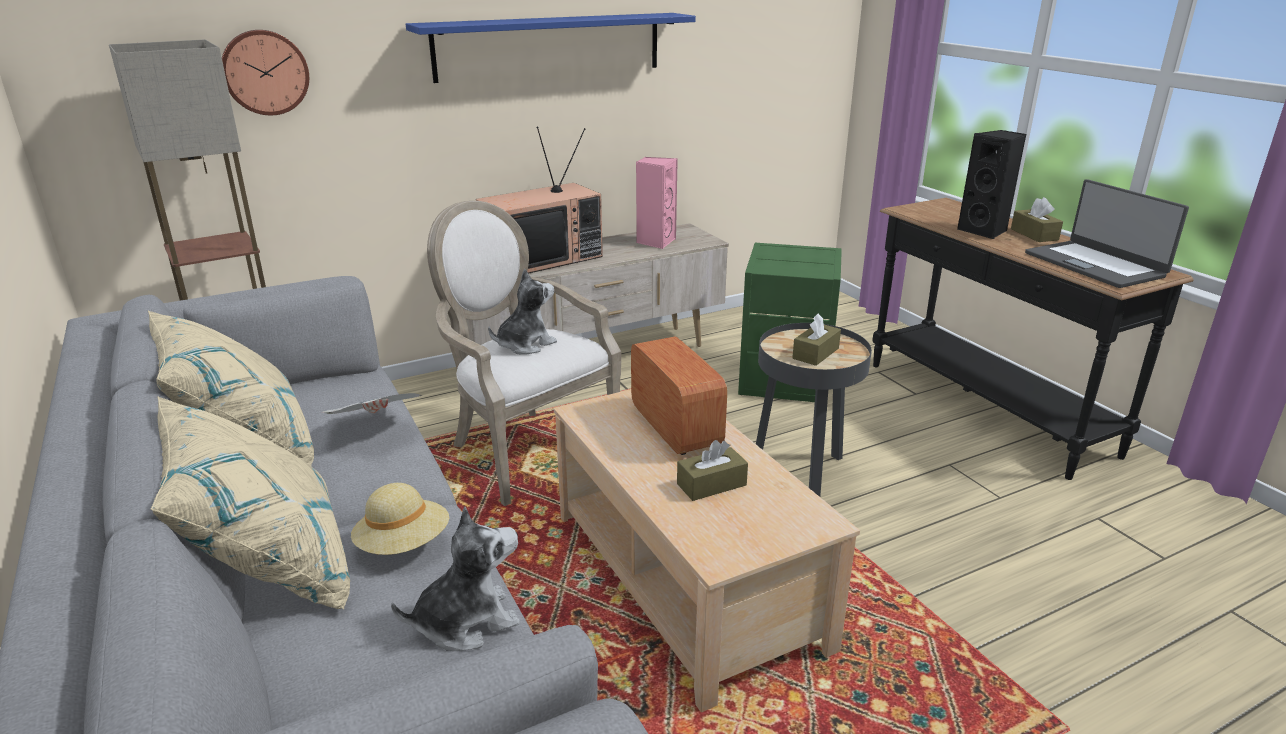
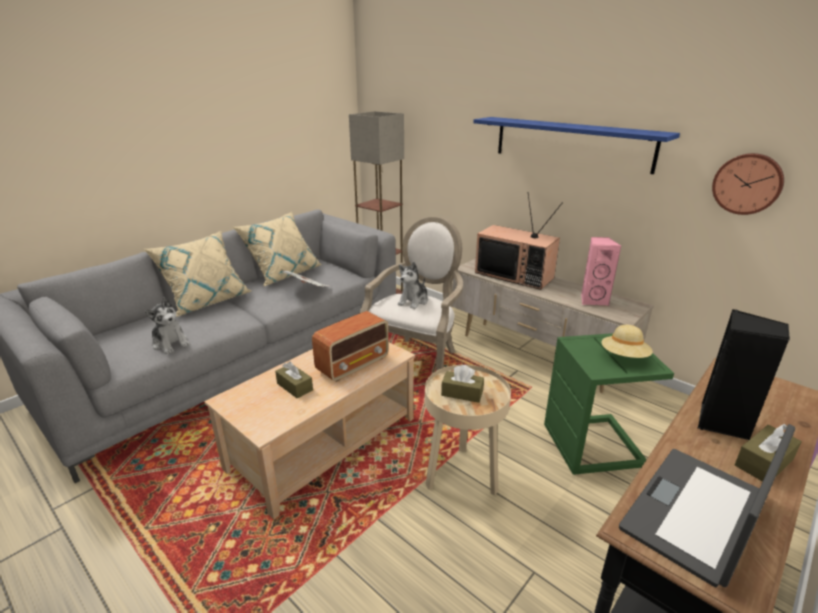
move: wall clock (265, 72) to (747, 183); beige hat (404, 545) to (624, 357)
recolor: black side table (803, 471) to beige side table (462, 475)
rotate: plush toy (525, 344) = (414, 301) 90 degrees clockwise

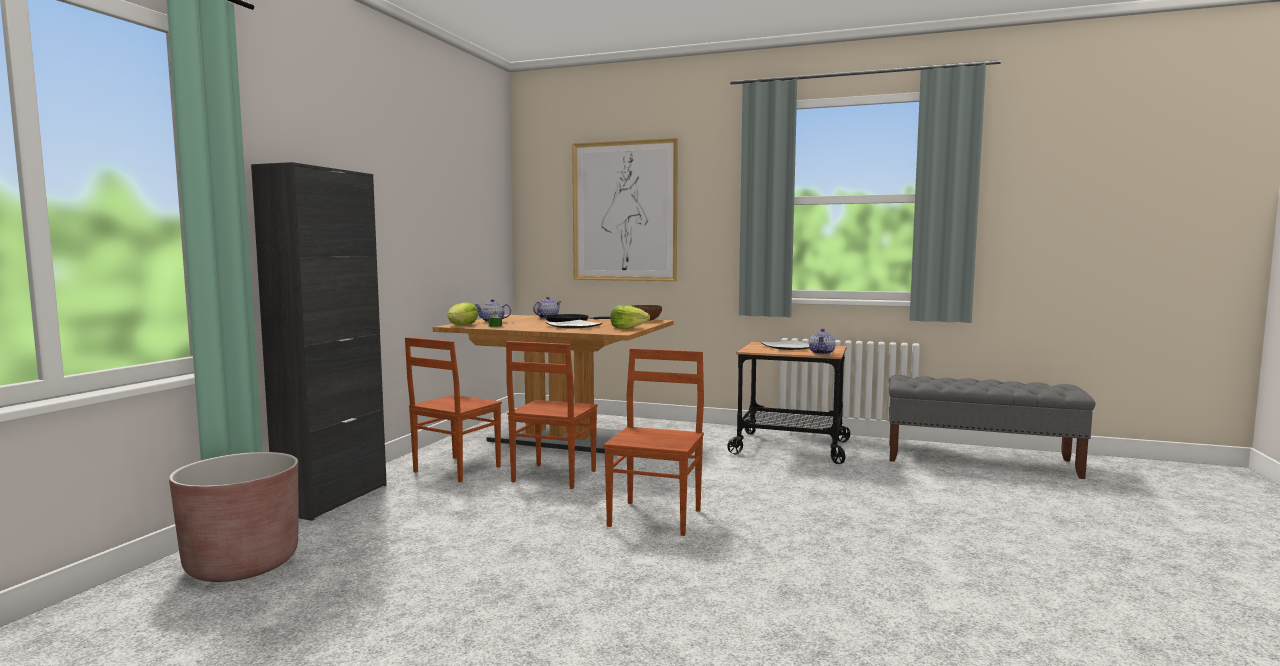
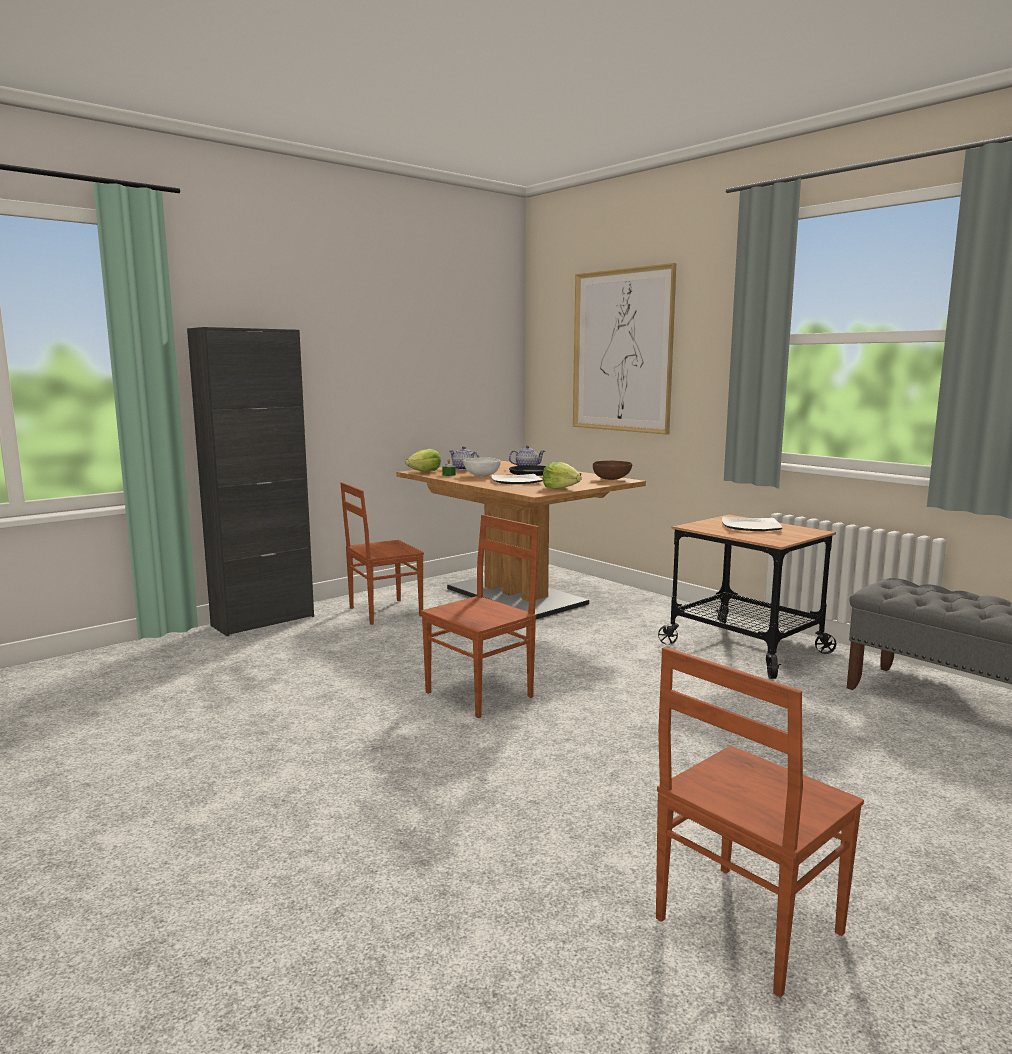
delete: teapot (822, 353); brown planter (242, 564)
insert: white bowl (481, 475)
move: brown chair (552, 476) to (744, 926)

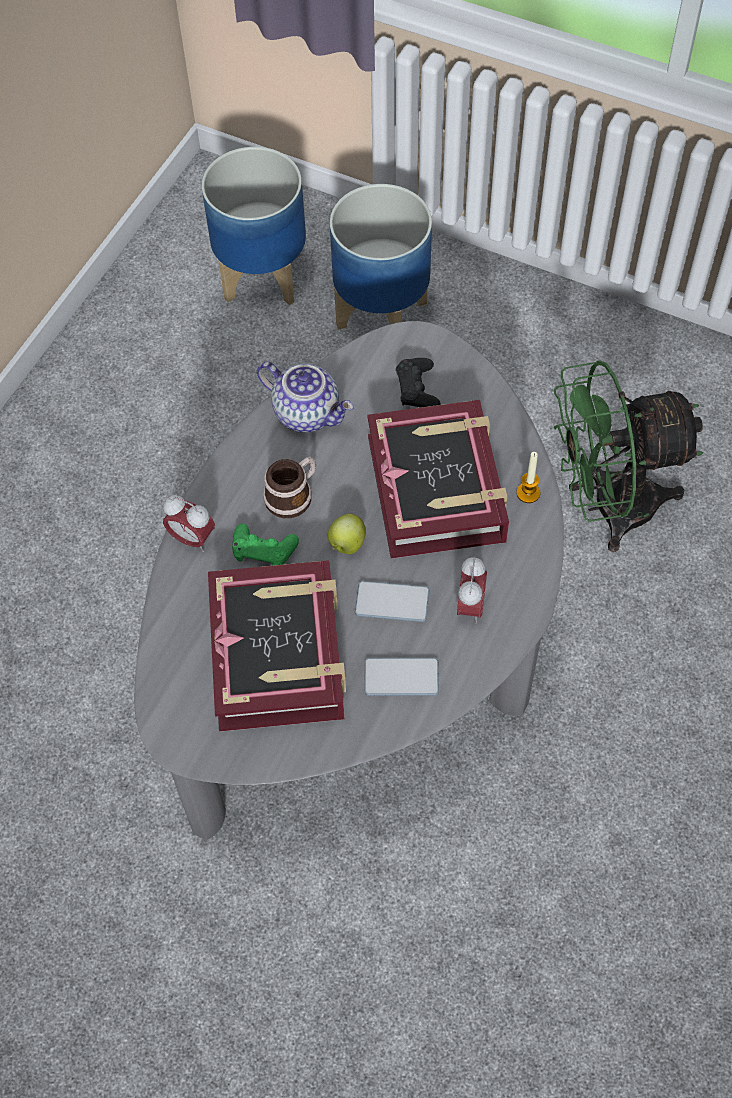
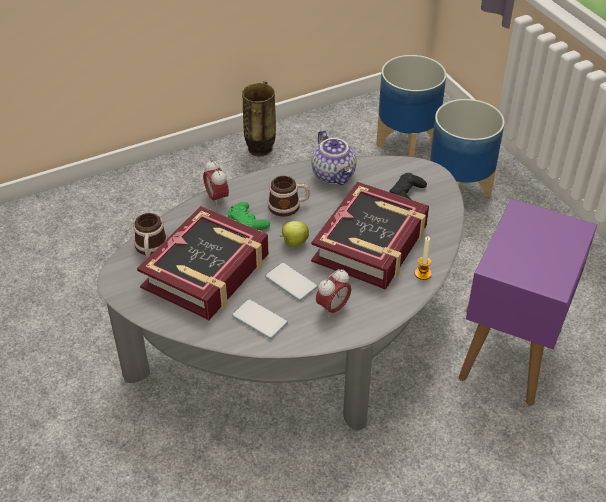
insert: vase (260, 149); mug (151, 249)
replace: green fan (607, 507) to purple side table (510, 355)

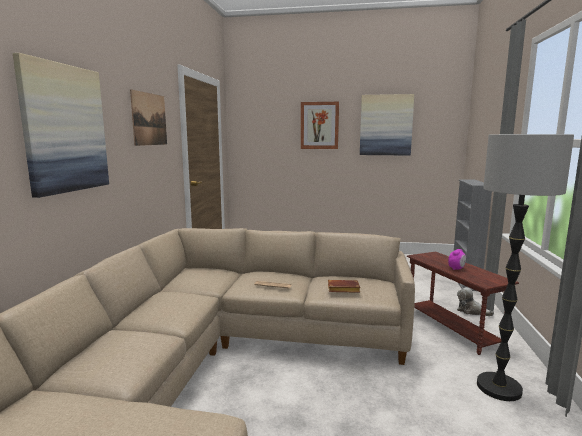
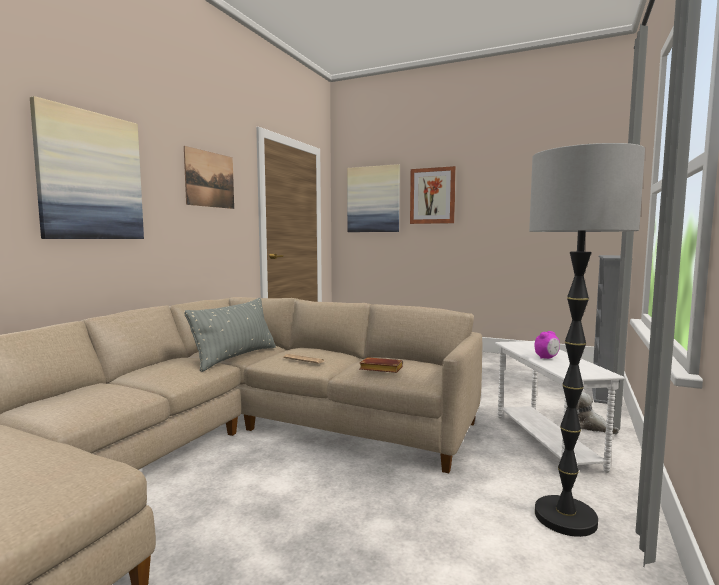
insert: grey pillow (235, 357)
move: picture (386, 125) to (373, 199)
recolor: brown side table (452, 328) to white side table (546, 441)

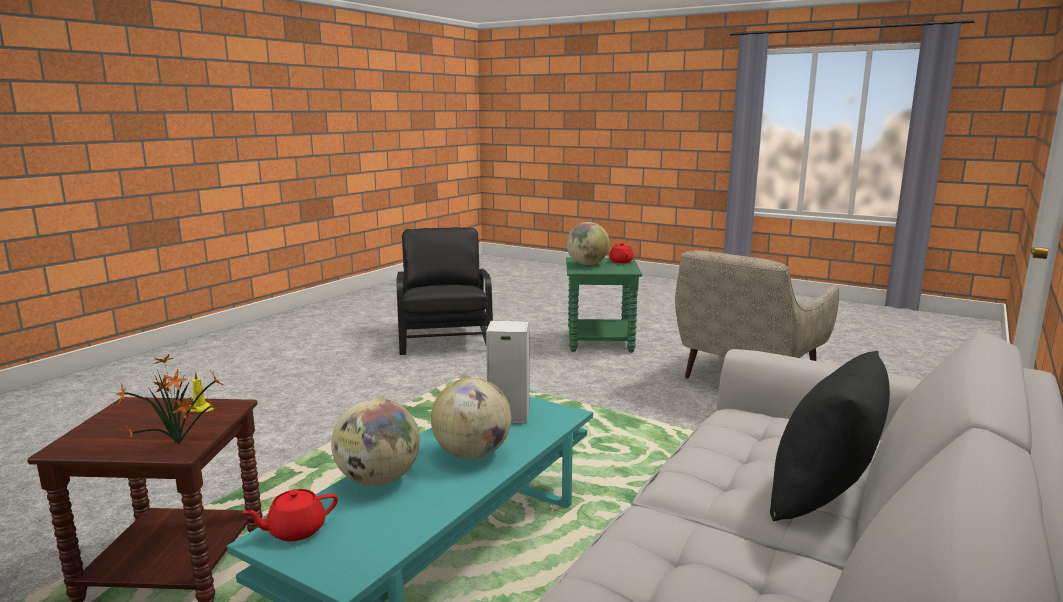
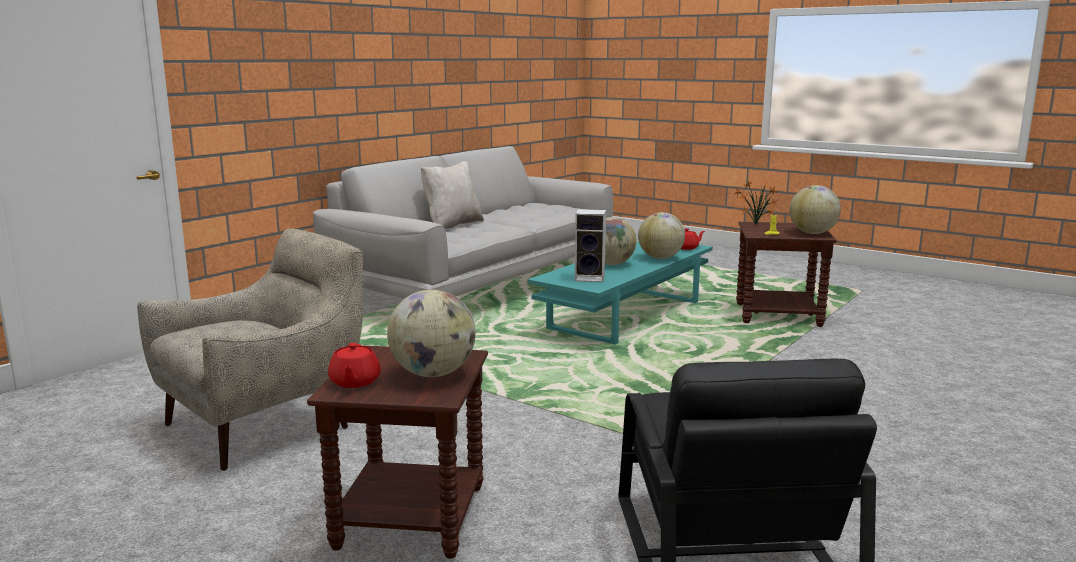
insert: globe (812, 233)
recolor: green side table (599, 341) to brown side table (412, 518); black pillow (823, 497) to beige pillow (452, 225)

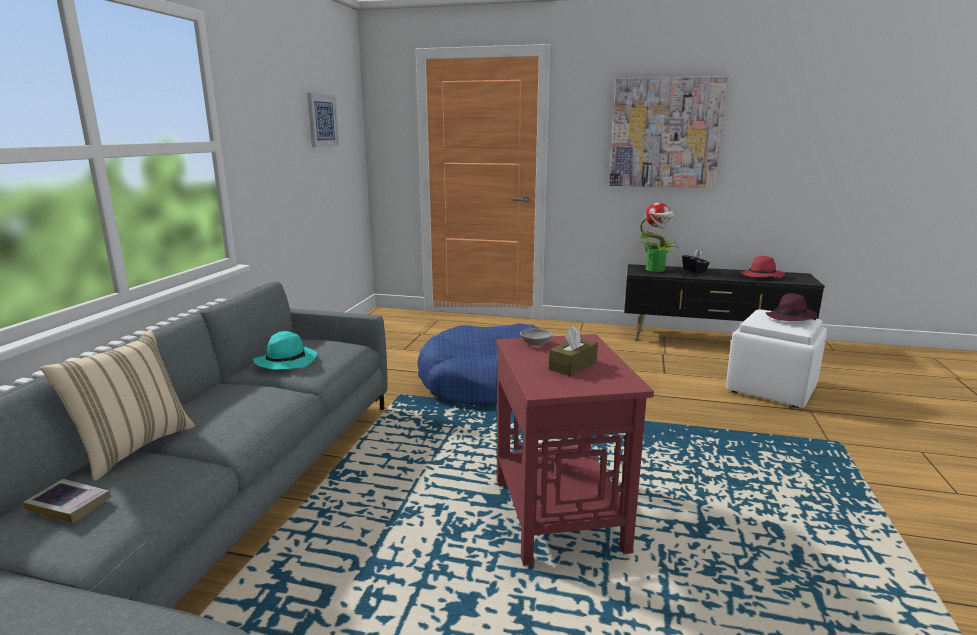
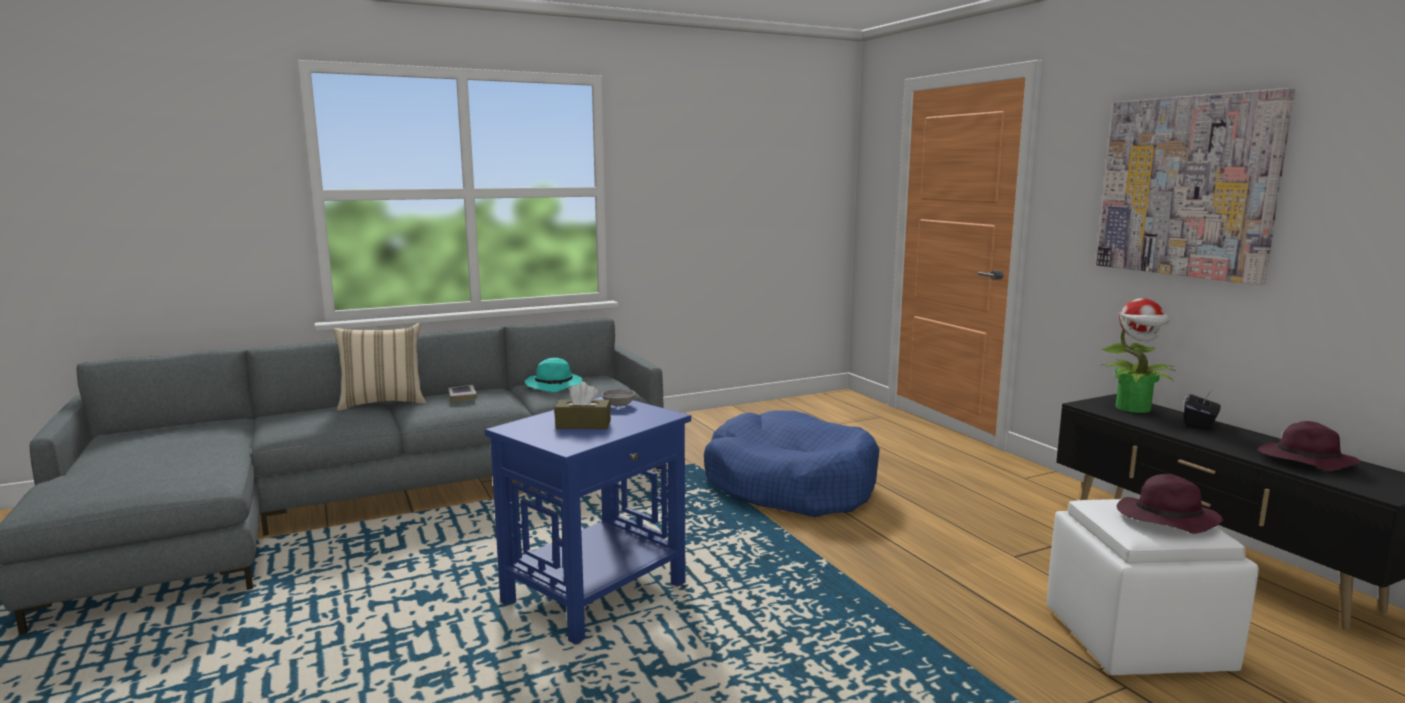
delete: picture (322, 120)
move: book (69, 505) to (462, 397)
recolor: red hat (761, 276) to purple hat (1305, 461); red side table (559, 515) to blue side table (596, 594)

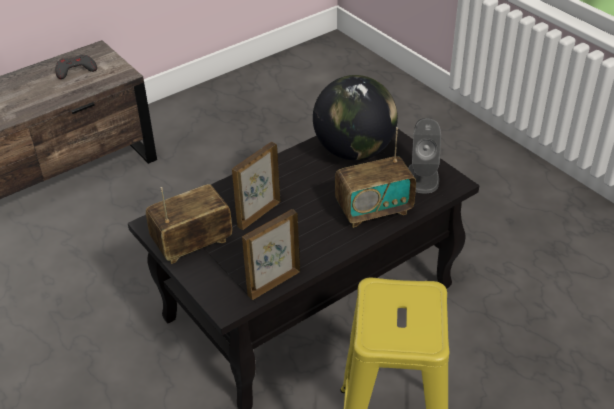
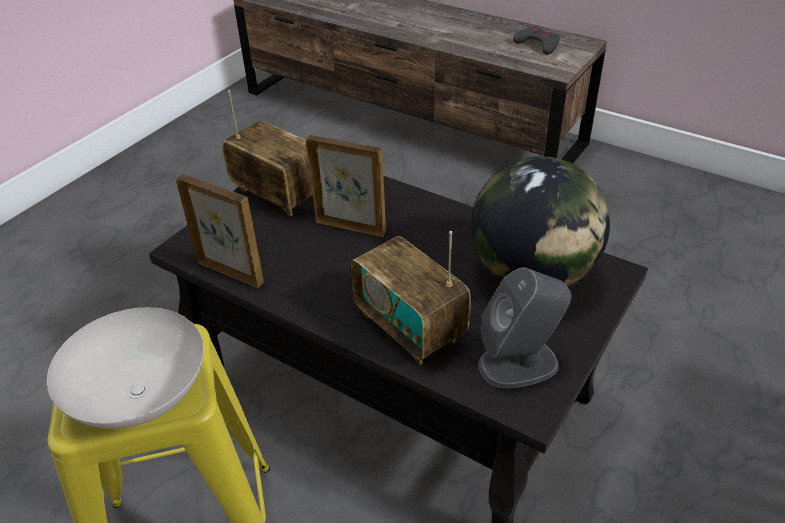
insert: white bowl (140, 399)

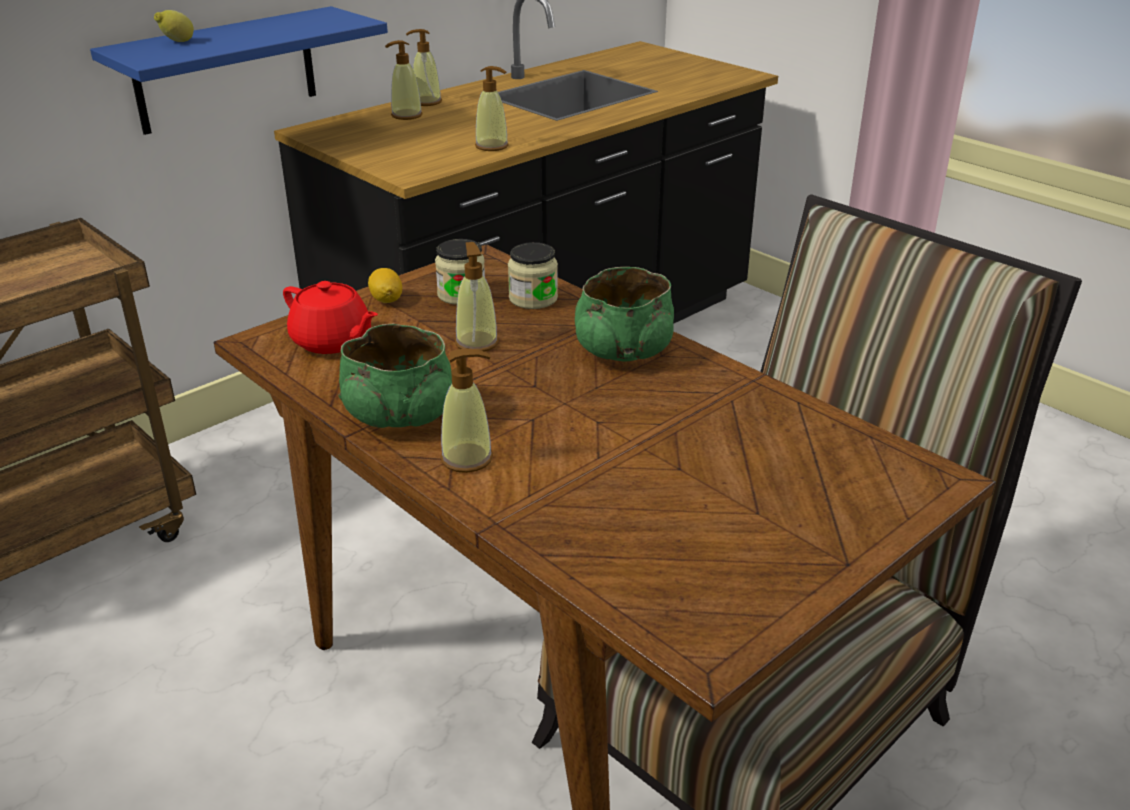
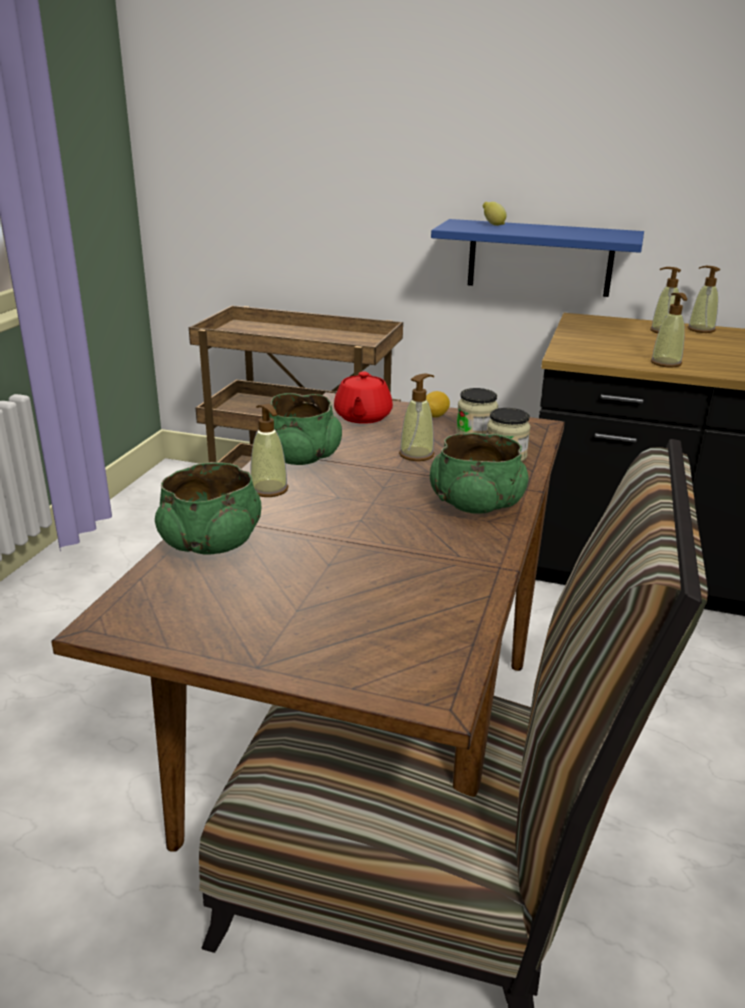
insert: green bowl (211, 543)

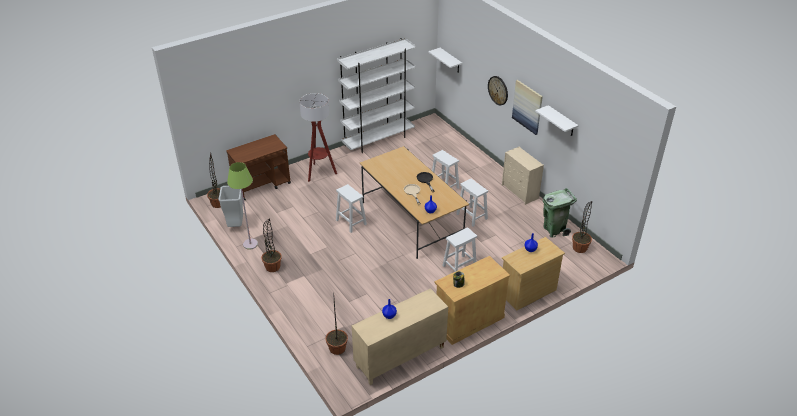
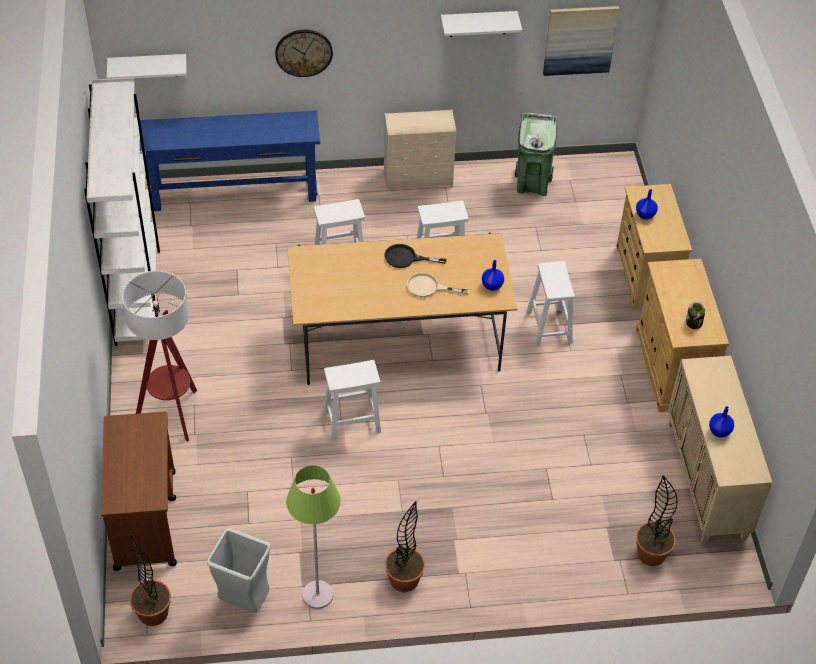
delete: potted plant (579, 248)
insert: blue console table (234, 192)
move: picture (527, 107) to (580, 40)

